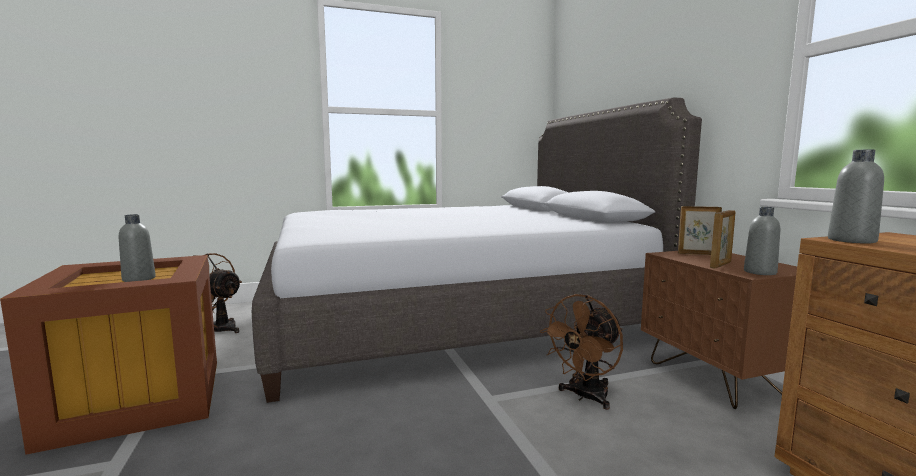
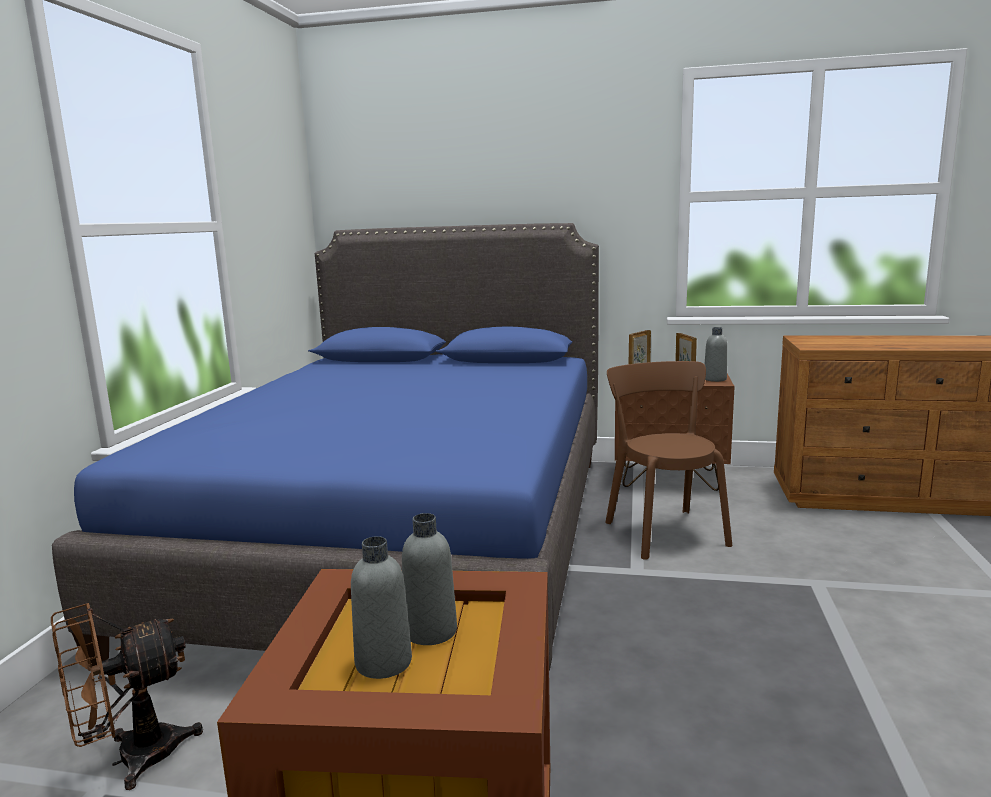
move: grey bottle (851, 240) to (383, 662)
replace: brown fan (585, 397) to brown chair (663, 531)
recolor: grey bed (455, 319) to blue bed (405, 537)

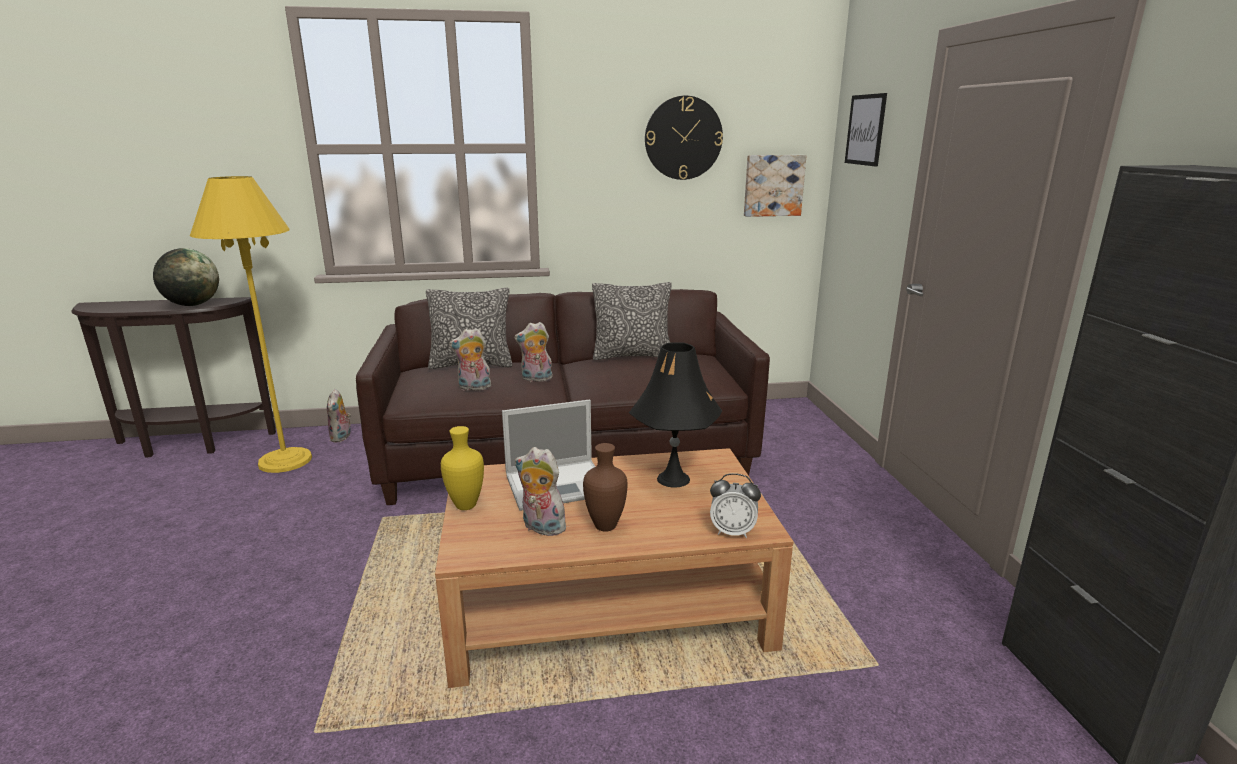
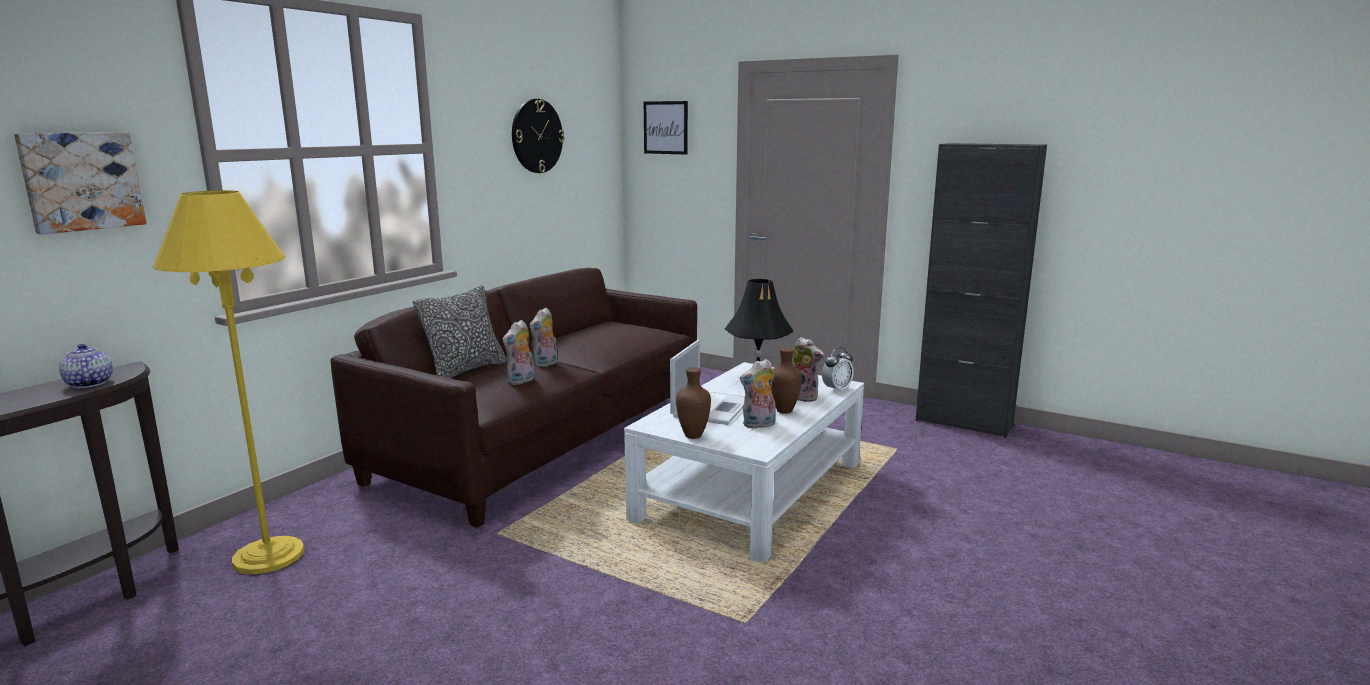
delete: pillow (632, 356)
move: picture (773, 185) to (81, 181); plush toy (341, 437) to (804, 397)
replace: globe (192, 305) to teapot (88, 384)
recolor: yellow vase (466, 506) to brown vase (694, 436); brown coffee table (608, 603) to white coffee table (751, 490)

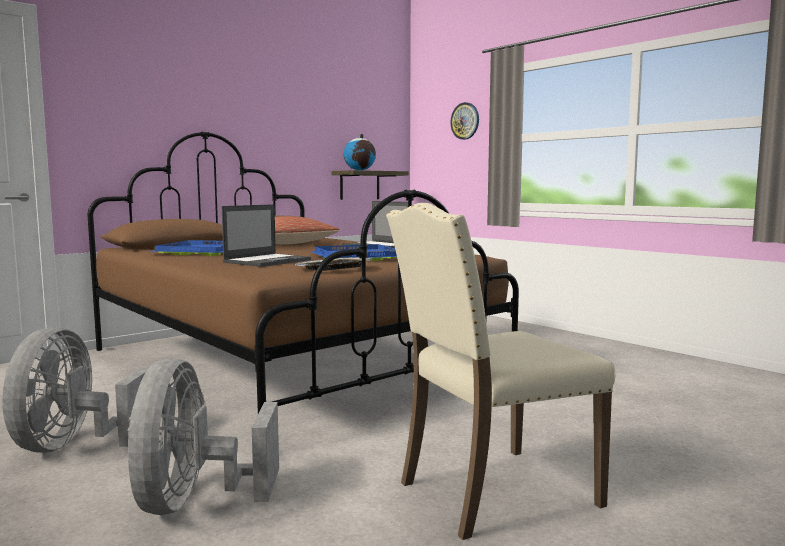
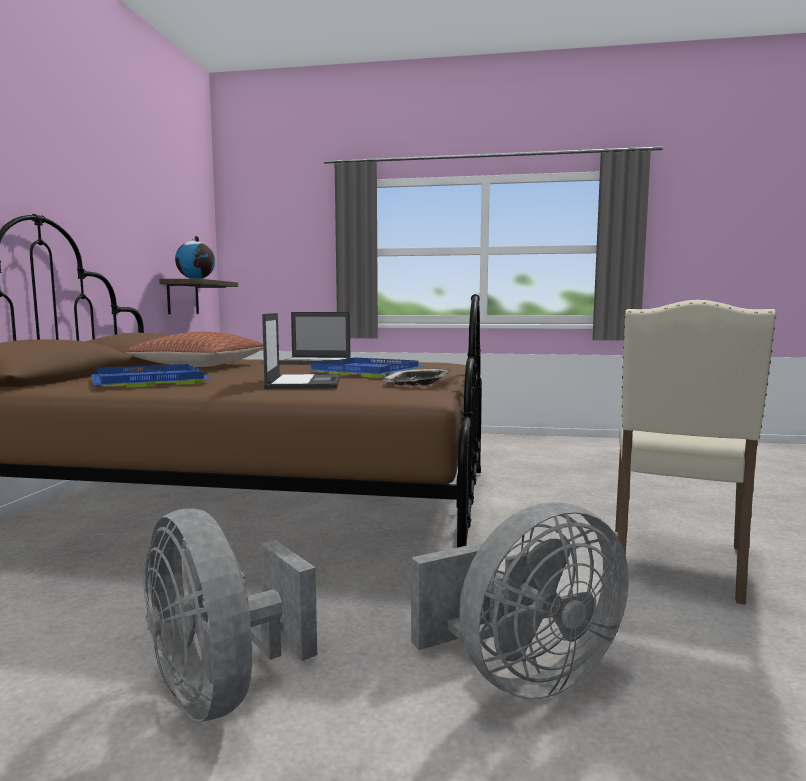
delete: wall clock (465, 121)
rotate: grey fan (194, 502) = (522, 676) 75 degrees counterclockwise

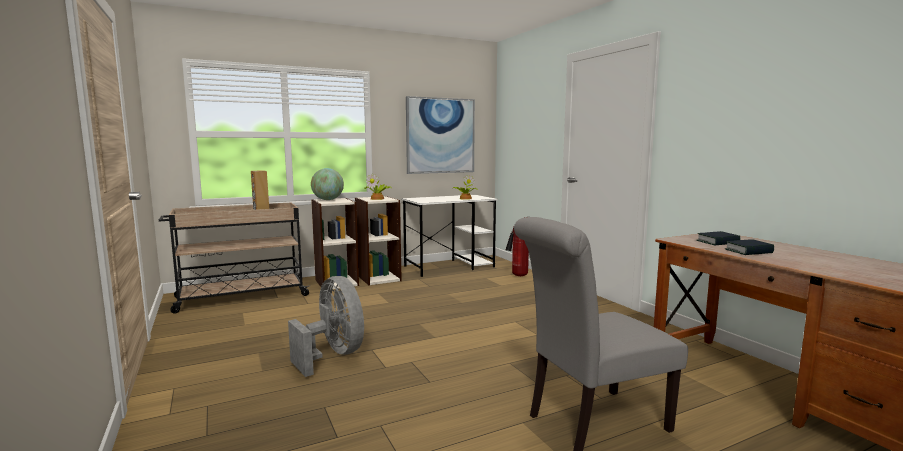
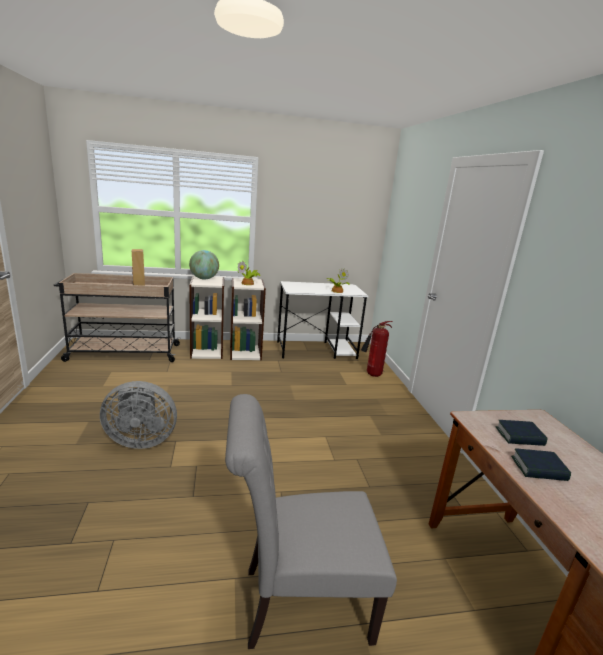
delete: picture (440, 135)
rotate: grey fan (333, 355) = (140, 440) 105 degrees clockwise

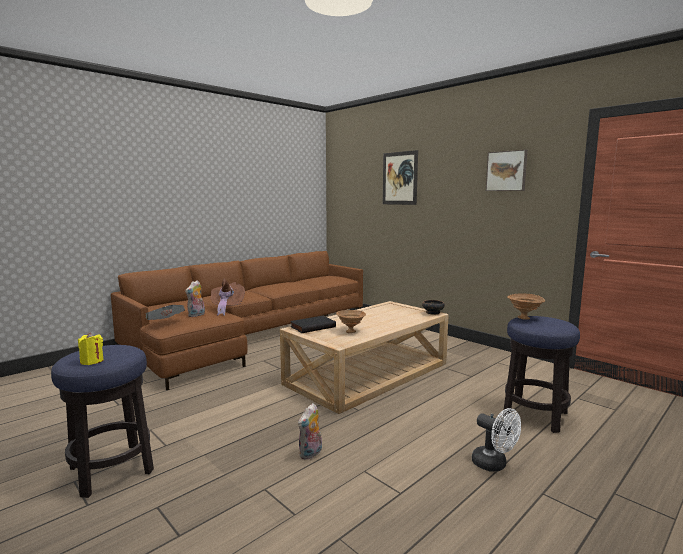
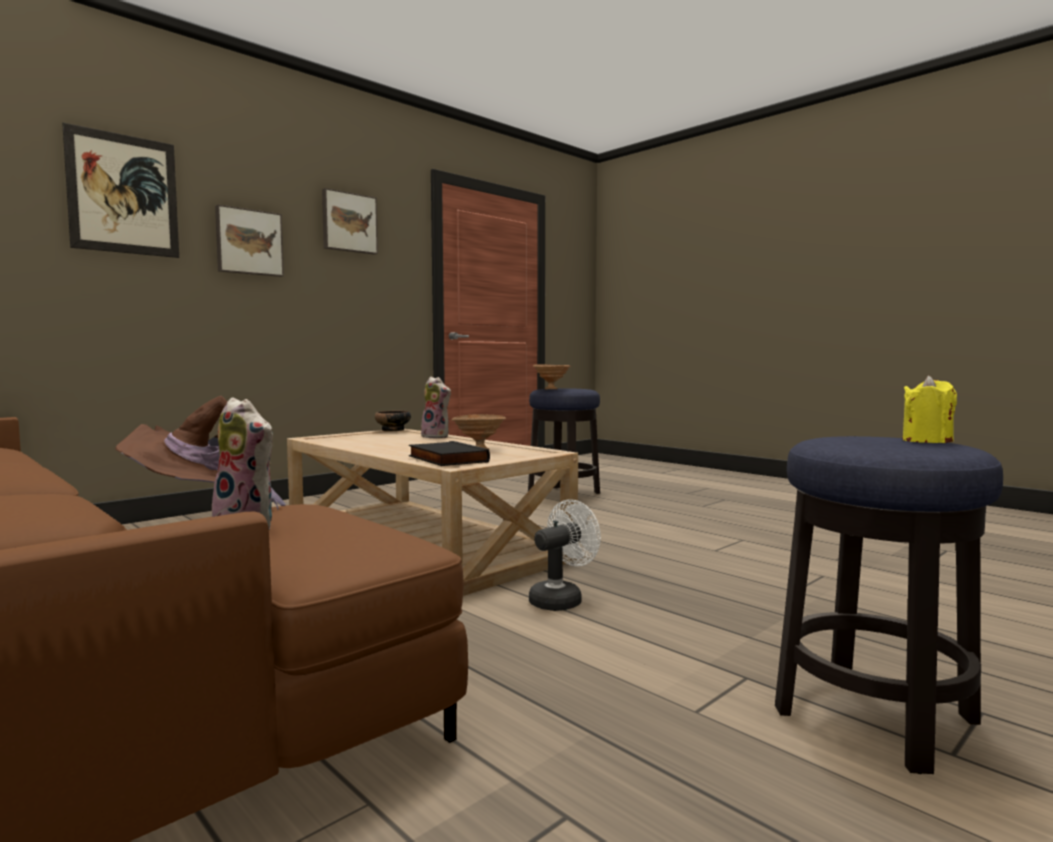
delete: newspaper (166, 323)
insert: picture (249, 242)
move: plush toy (311, 454) to (437, 437); white fan (494, 465) to (561, 599)

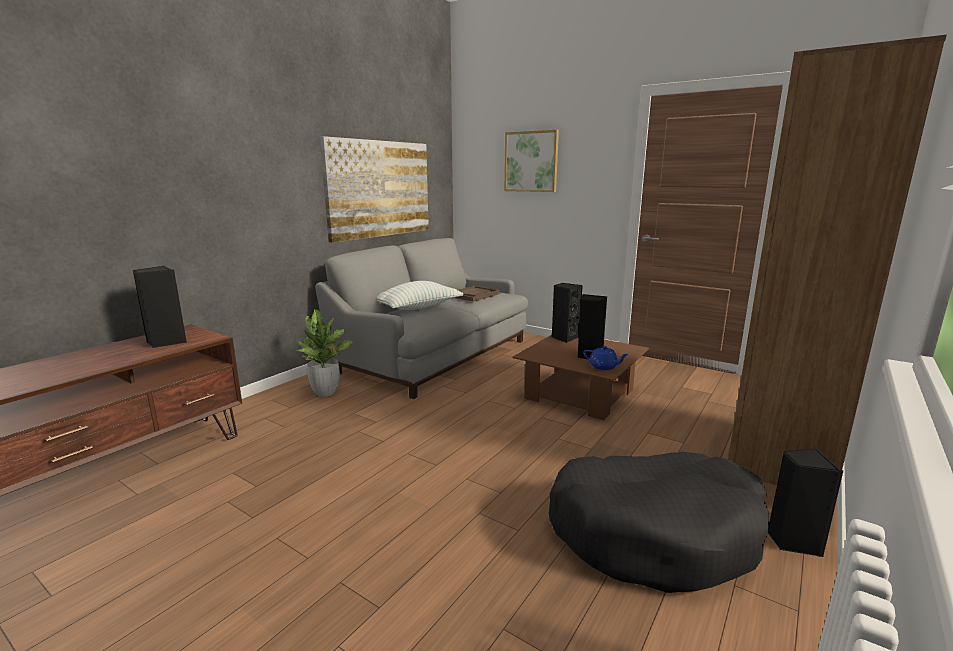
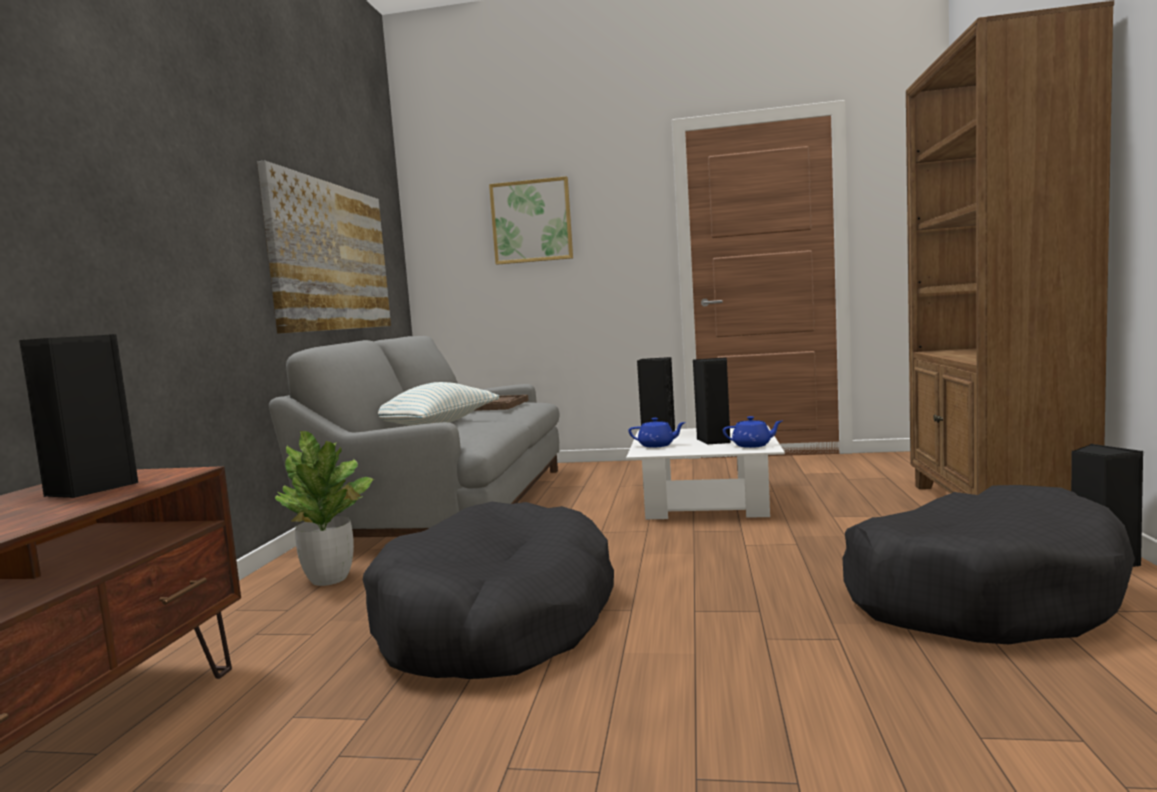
insert: blue teapot (657, 445); black dog bed (496, 620)
recolor: brown coffee table (579, 394) to white coffee table (705, 502)

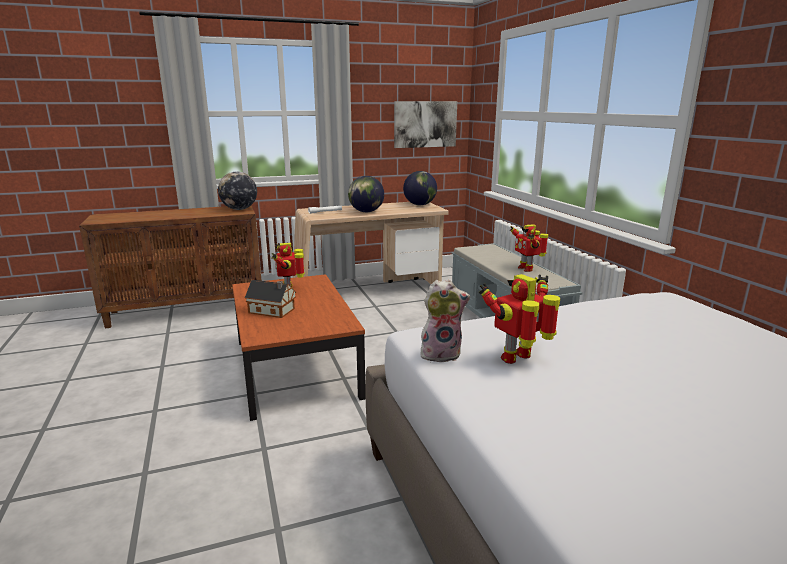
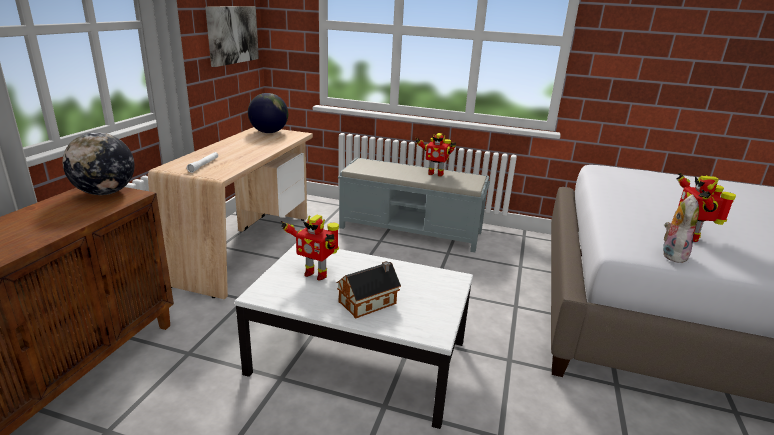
delete: globe (366, 212)
recolor: brown coffee table (296, 368) to white coffee table (360, 357)

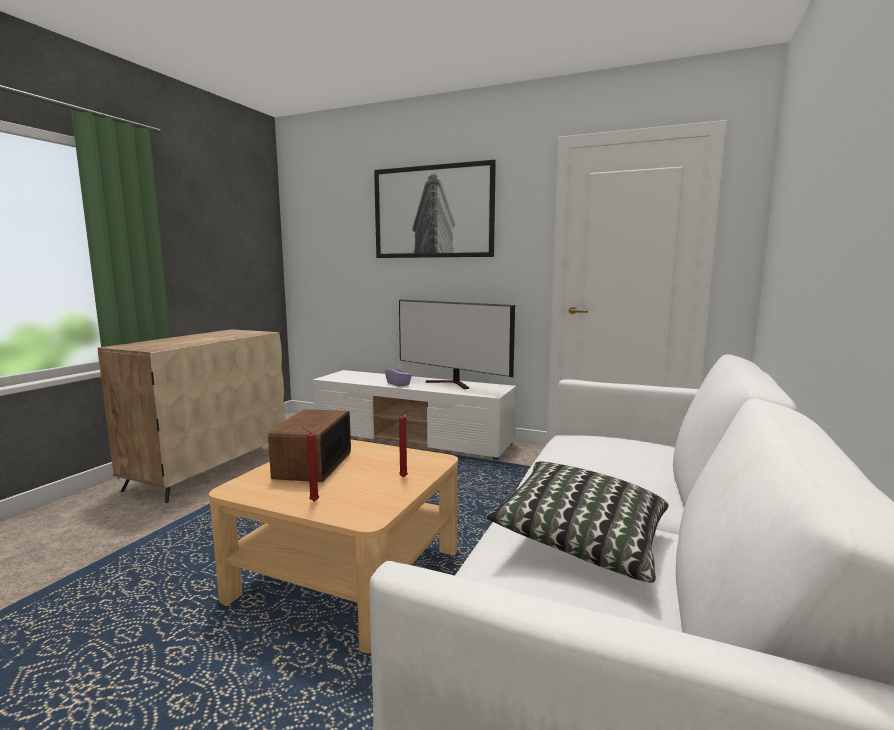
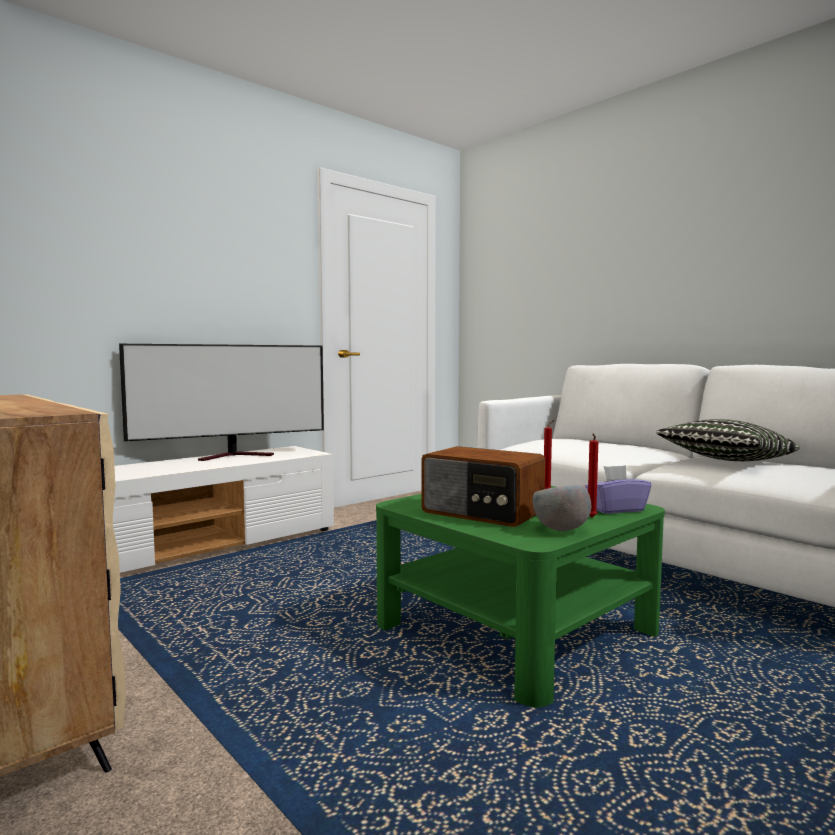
delete: picture (433, 212)
insert: grey bowl (561, 530)
move: purple tissue box (398, 384) to (616, 509)
recolor: beige coffee table (348, 574) to green coffee table (517, 628)

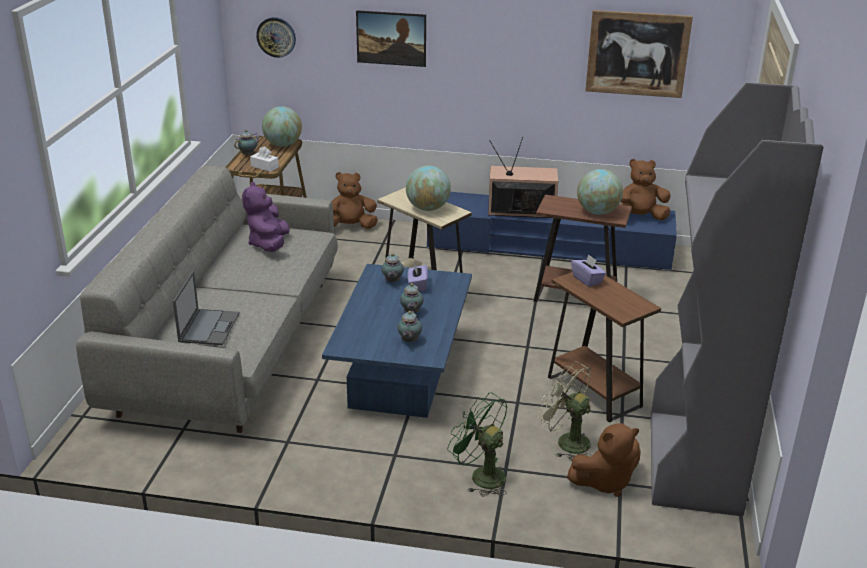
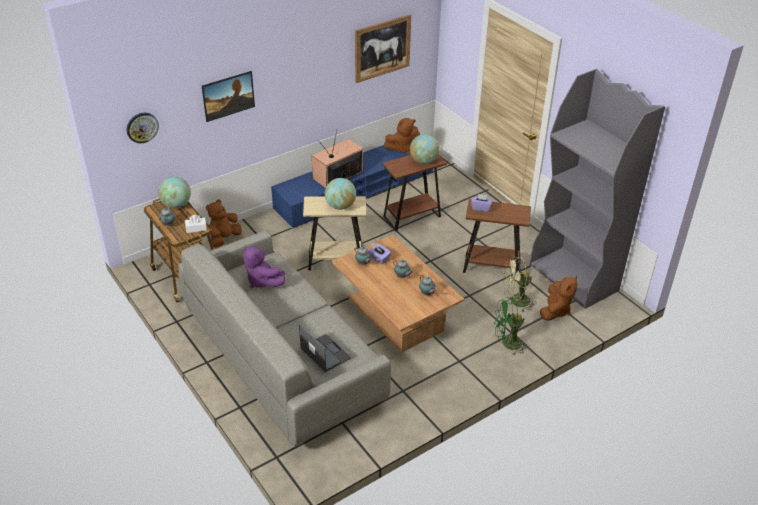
recolor: blue coffee table (402, 371) to brown coffee table (395, 314)
rotate: brown plush toy (639, 217) = (402, 148) 150 degrees counterclockwise

